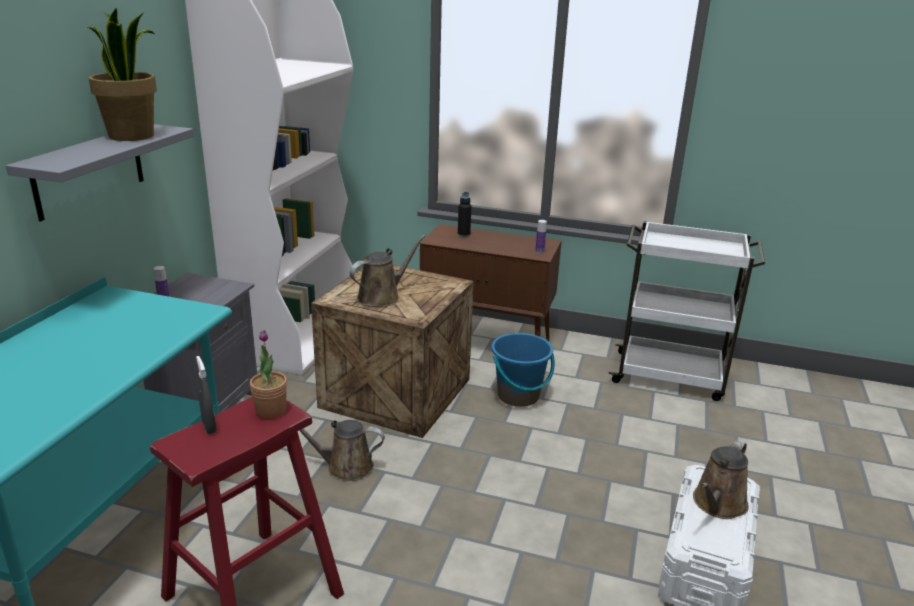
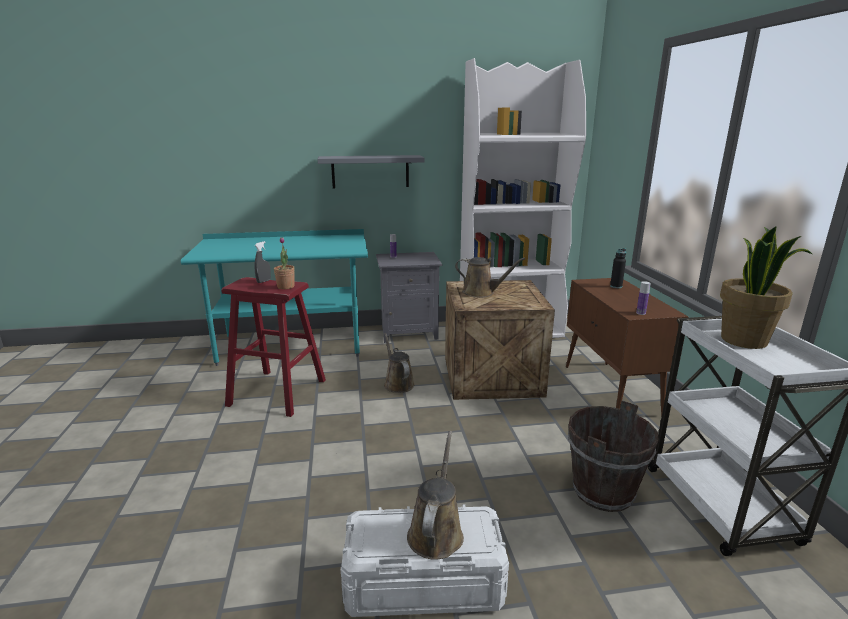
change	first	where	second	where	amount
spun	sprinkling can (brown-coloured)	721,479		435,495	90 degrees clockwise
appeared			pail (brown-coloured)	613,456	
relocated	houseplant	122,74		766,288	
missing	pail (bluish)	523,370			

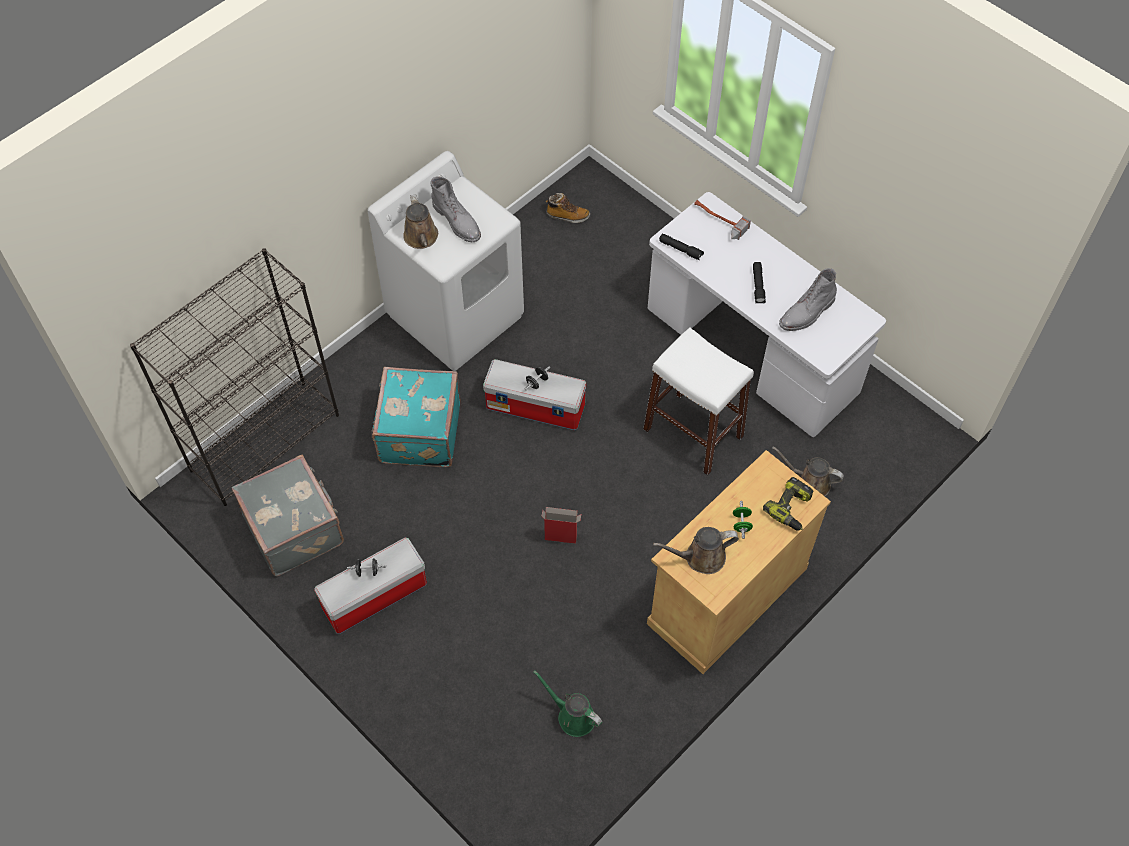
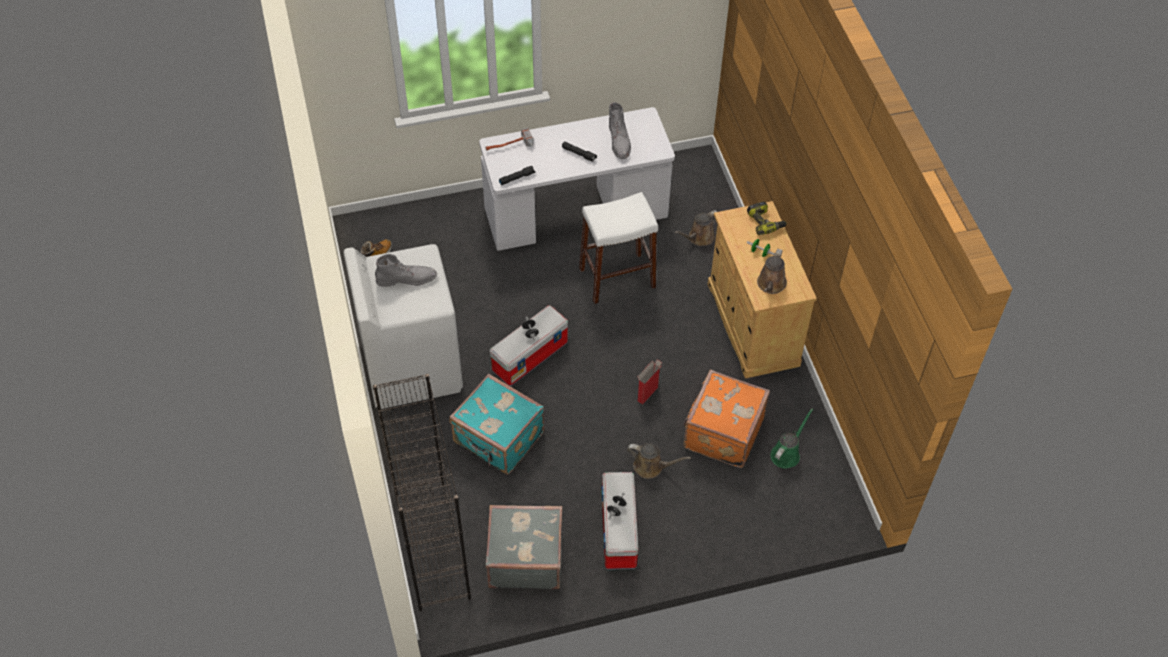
change	first	where	second	where	amount
relocated	sprinkling can (brown-coloured)	420,221		659,461	
appeared			suitcase (orange)	726,419	
spun	sprinkling can (green-coloured)	567,703		791,438	150 degrees clockwise

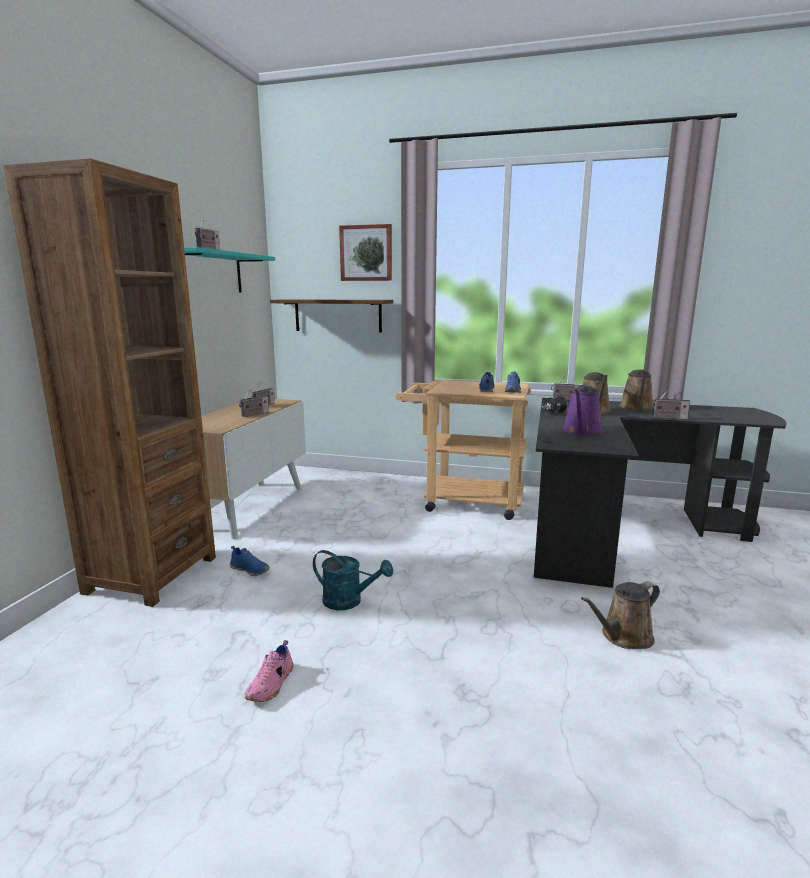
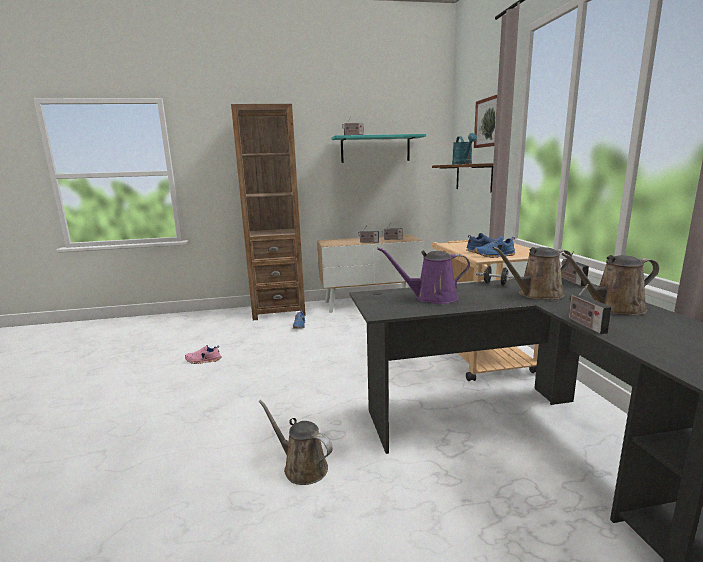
change	first	where	second	where	amount
relocated	sprinkling can (blue-green)	353,580		464,148	

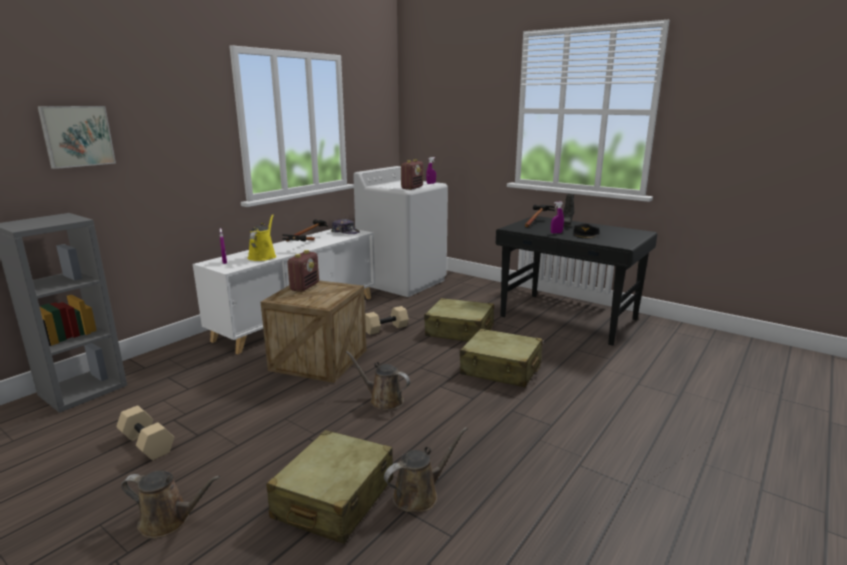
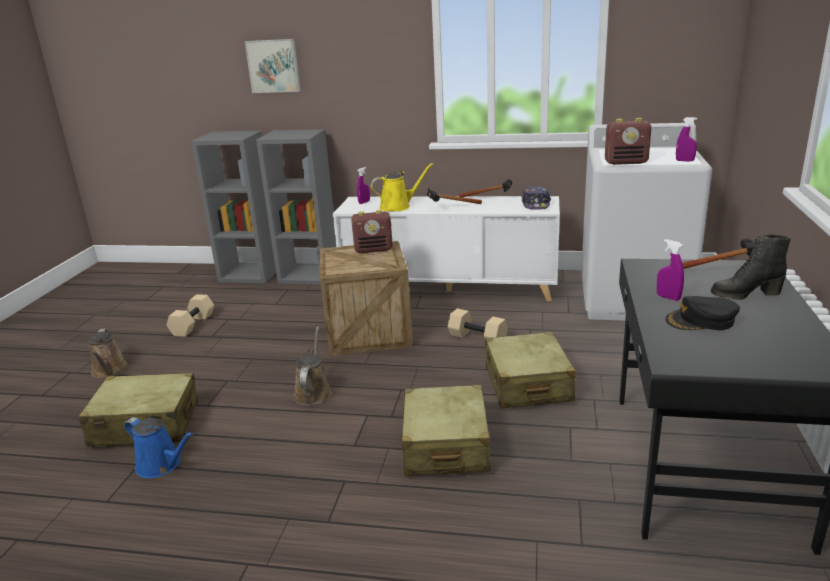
change	first	where	second	where	amount
colour	sprinkling can (brown-coloured)	426,469	sprinkling can (bluish)	158,447	
appeared			bookcase (greyish)	296,207	

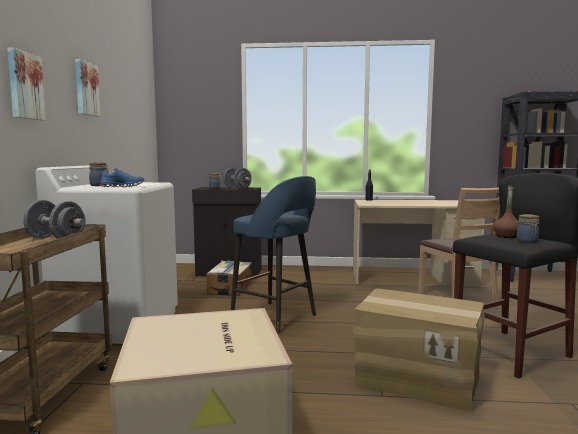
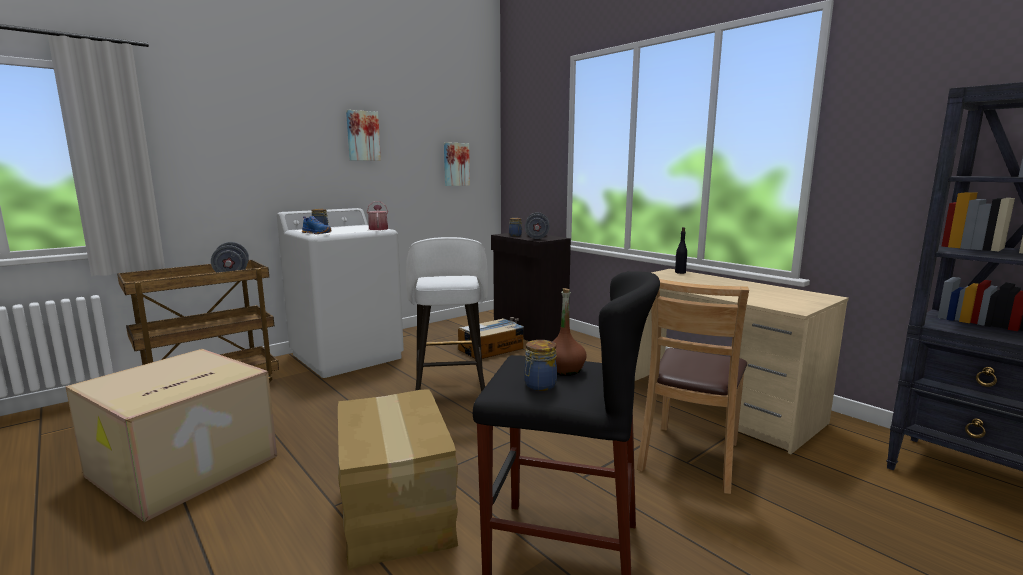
change	first	where	second	where	amount
appeared			sprinkling can	377,215	
colour	stool seat (bluish)	273,255	stool seat (white-coloured)	447,314	
relocated	picture	26,84		457,164	

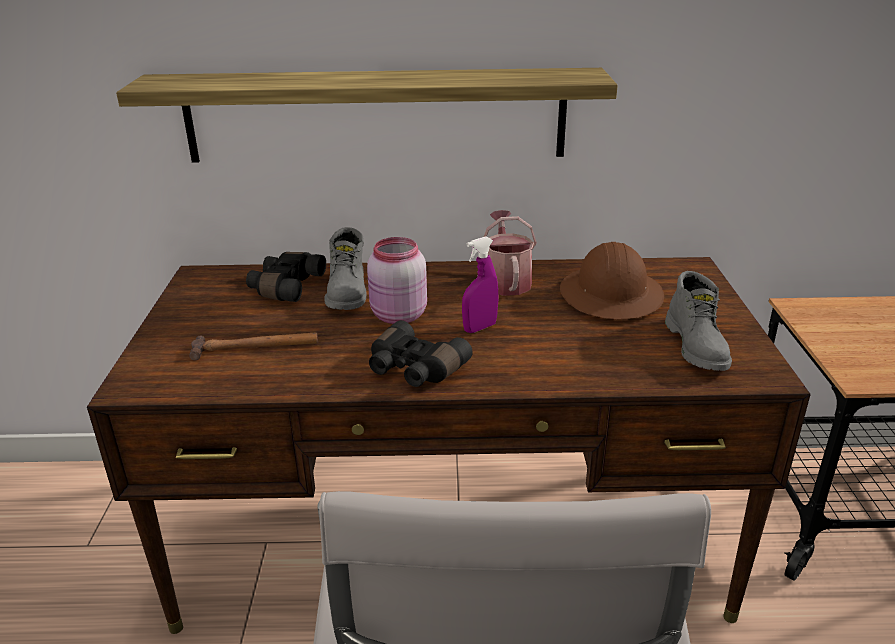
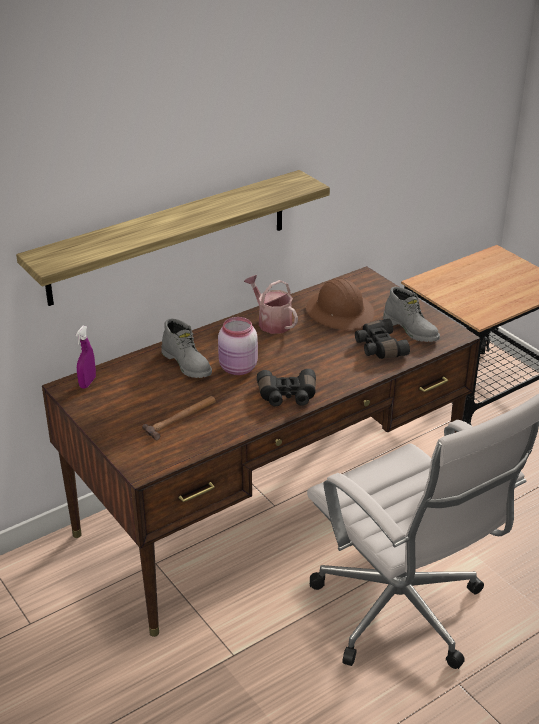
change	first	where	second	where	amount
relocated	spray bottle (purple-coloured)	480,284		85,357	
relocated	pair of binoculars (black)	286,277		382,339	

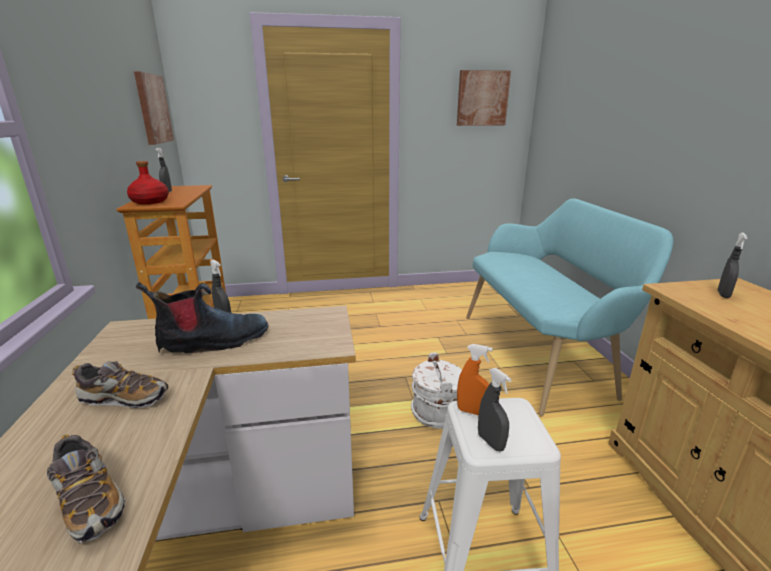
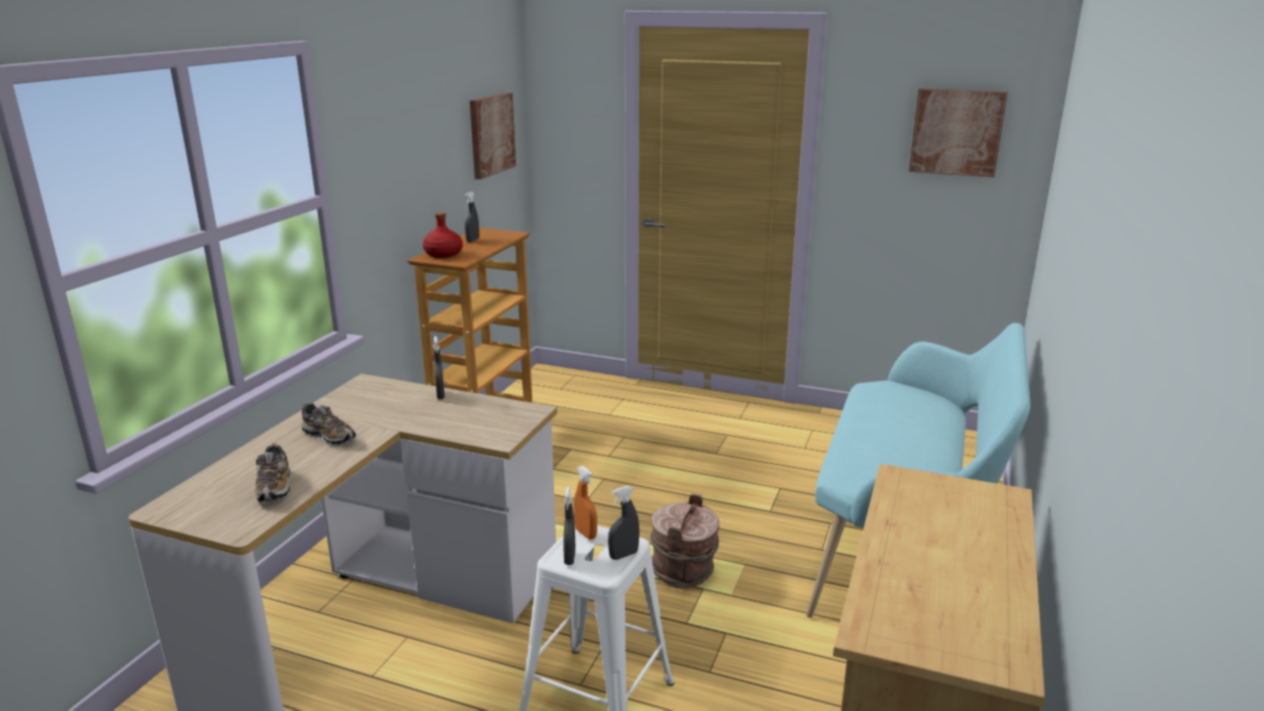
change	first	where	second	where	amount
relocated	spray bottle (greyish)	733,265		624,523	
colour	pail (white-coloured)	436,390	pail (brown-coloured)	685,540	
missing	high-top boot	202,317			

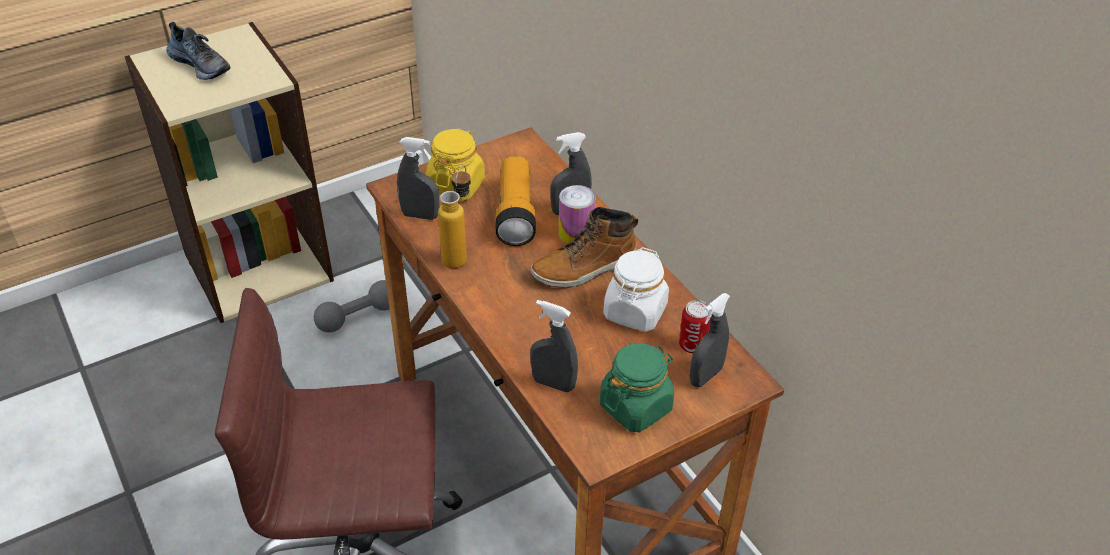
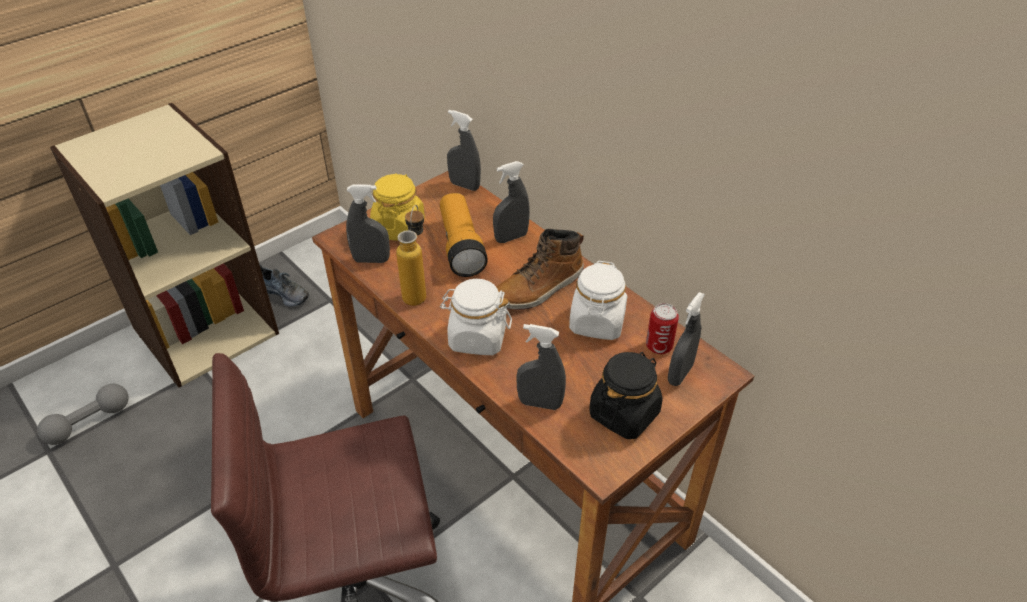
change	first	where	second	where	amount
relocated	free weight (greyish)	351,306		83,414	
relocated	low shoe	198,51		284,286	
appeared			preserve jar (white-coloured)	476,317	
appeared			spray bottle (greyish)	464,150	
colour	preserve jar (green-coloured)	637,387	preserve jar (black)	626,395	
missing	can	577,214			

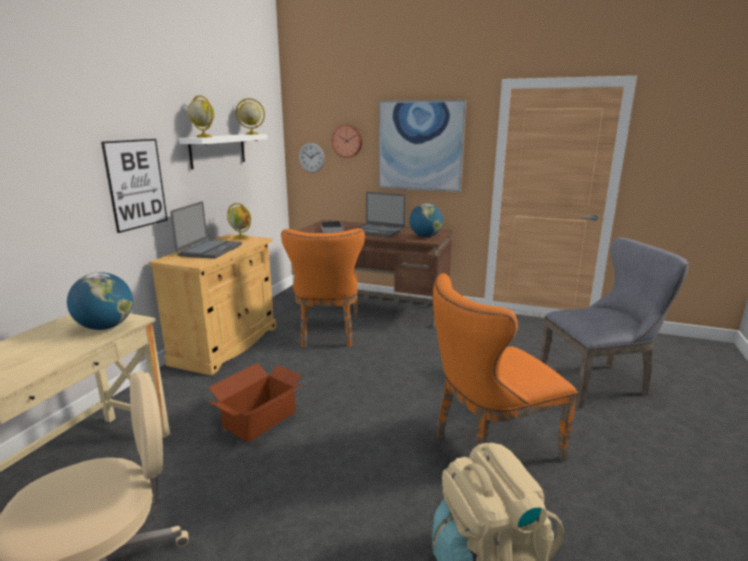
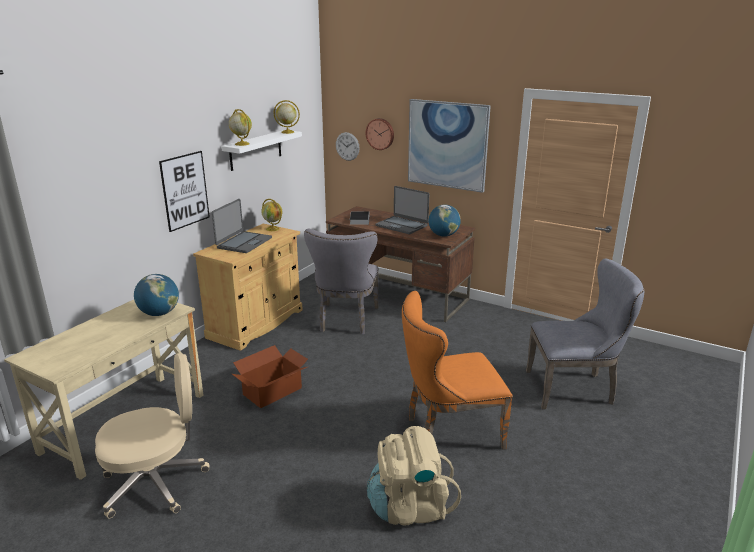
change	first	where	second	where	amount
colour	plain chair (orange)	323,288	plain chair (greyish)	341,282	

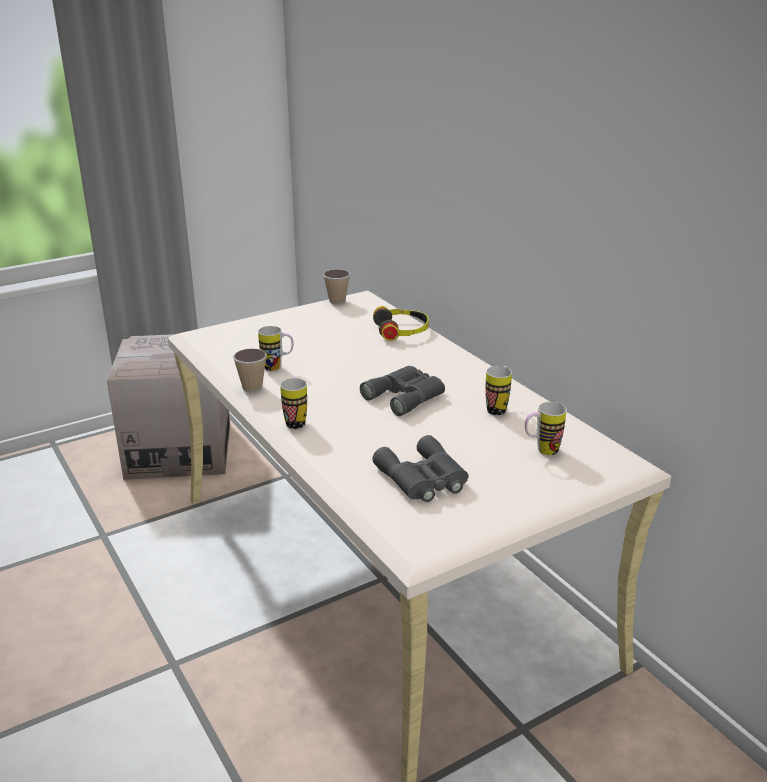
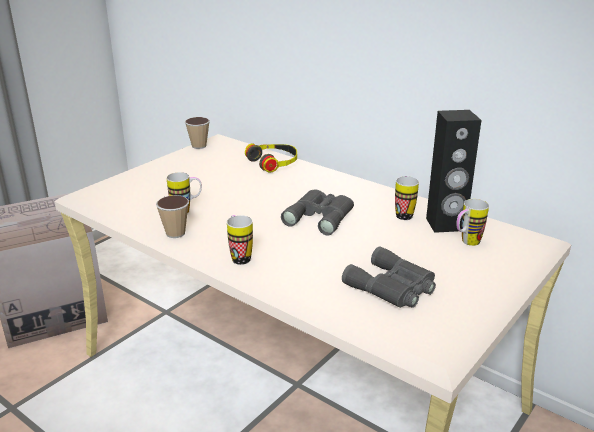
change	first	where	second	where	amount
appeared			speaker (black)	453,171	

